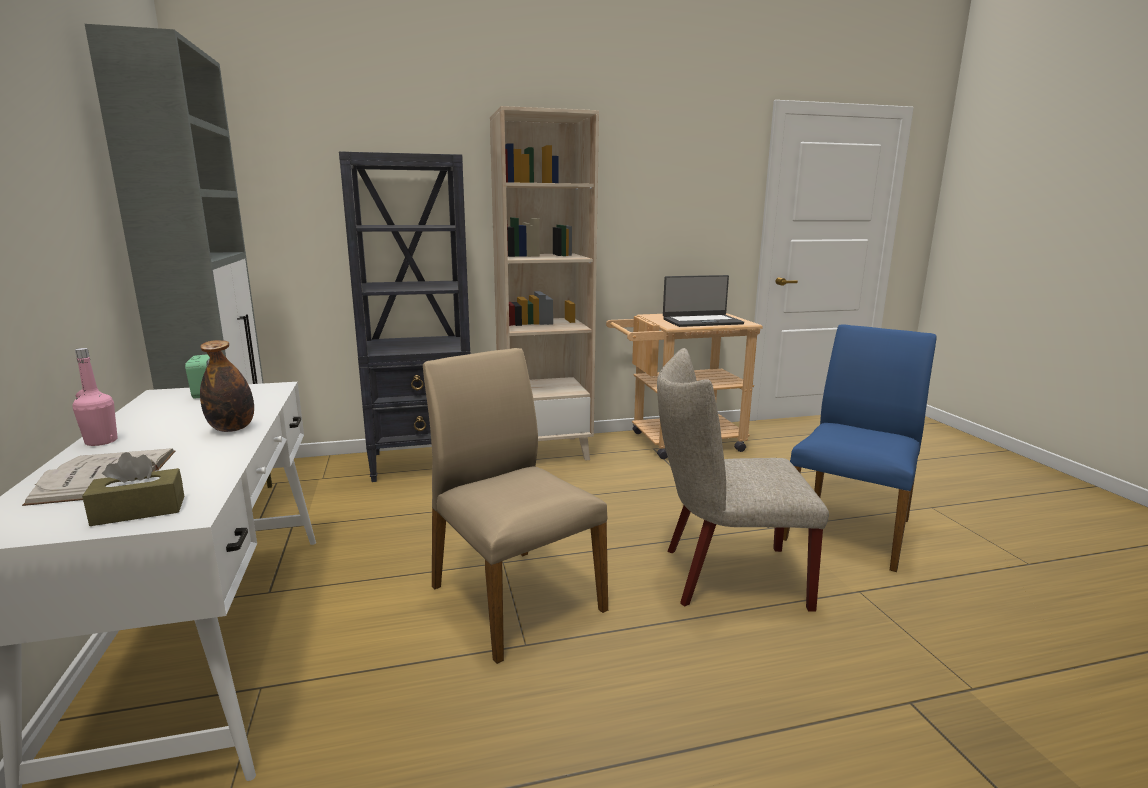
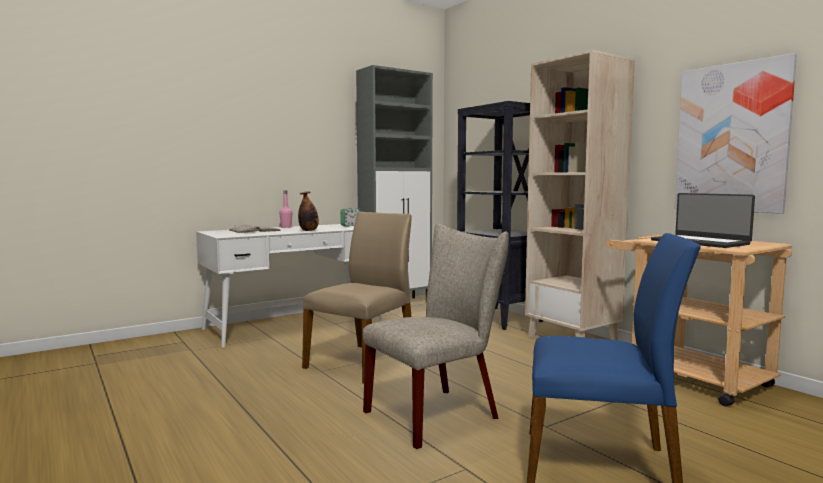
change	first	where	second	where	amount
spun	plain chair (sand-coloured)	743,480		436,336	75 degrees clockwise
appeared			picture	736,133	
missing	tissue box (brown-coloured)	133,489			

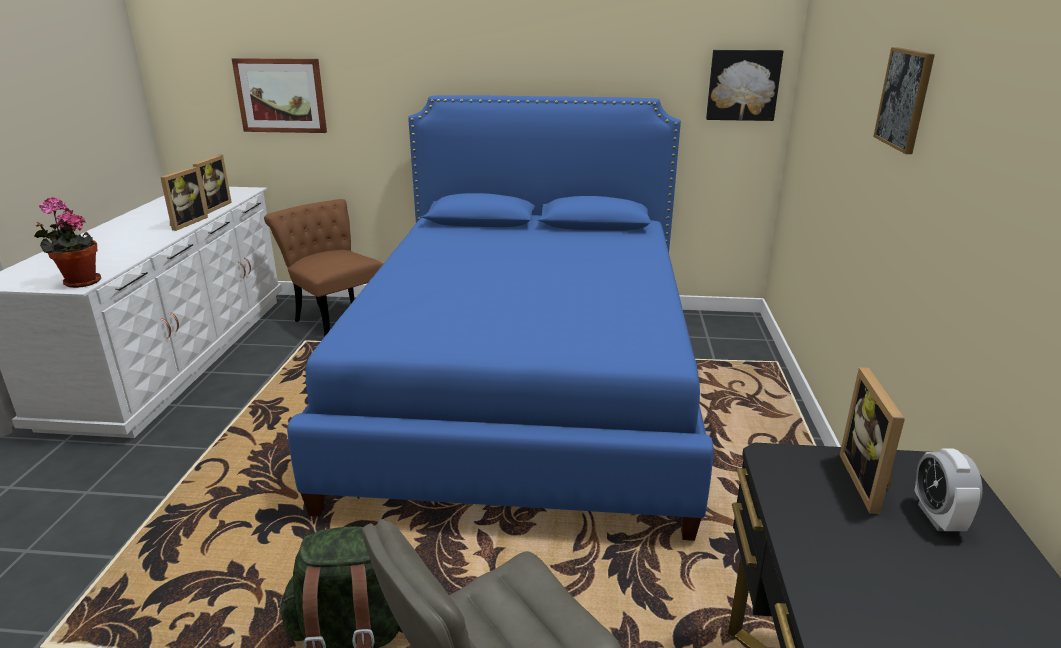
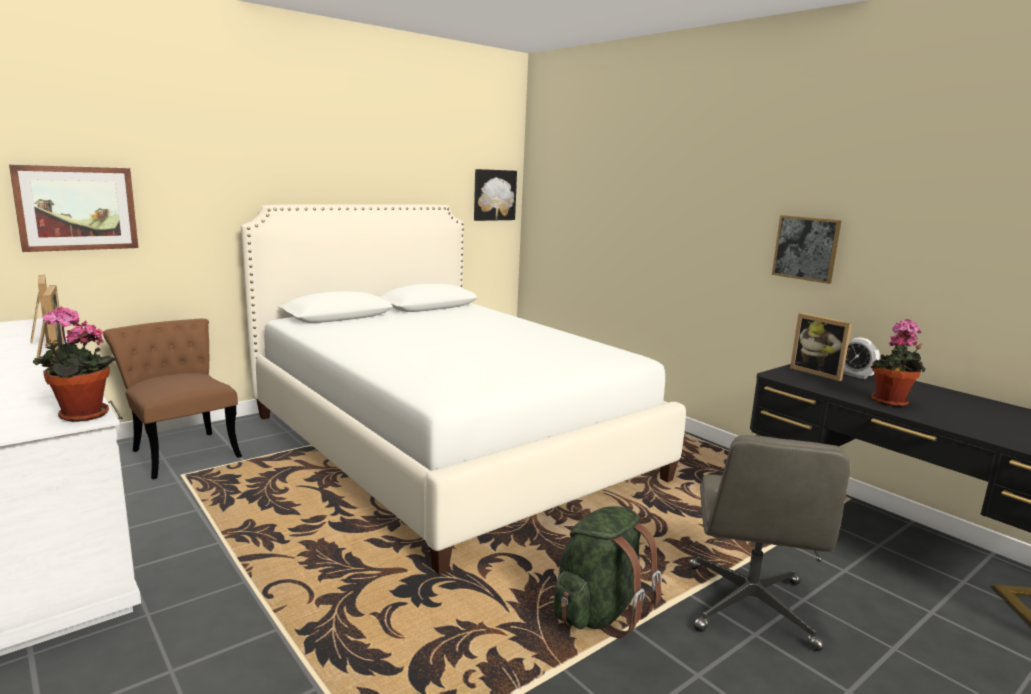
change	first	where	second	where	amount
spun	plain chair (brown-coloured)	323,268		172,399	45 degrees clockwise
colour	bed (bluish)	500,318	bed (white-coloured)	463,389	
relocated	picture	904,100		806,249	
appeared			houseplant	898,363	

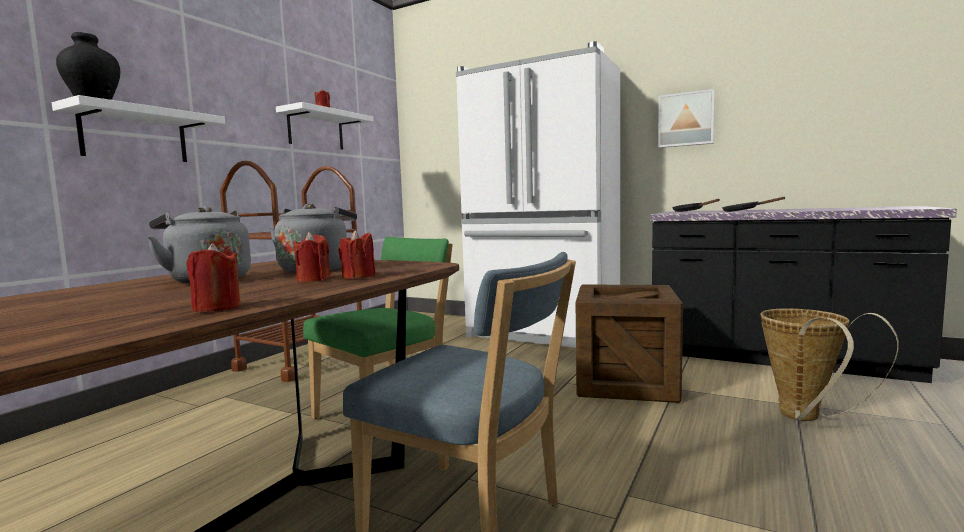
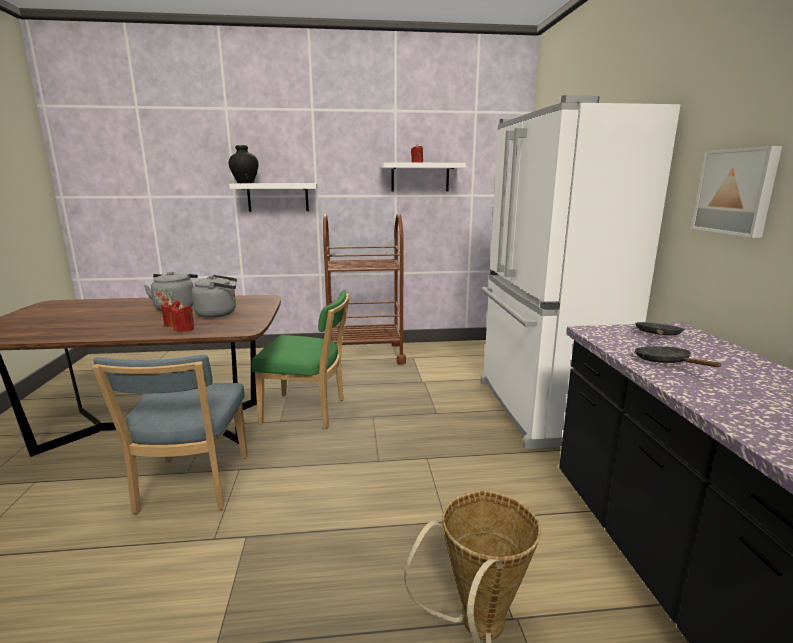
change	first	where	second	where	amount
missing	candle (red)	213,277			
missing	crate	629,343			

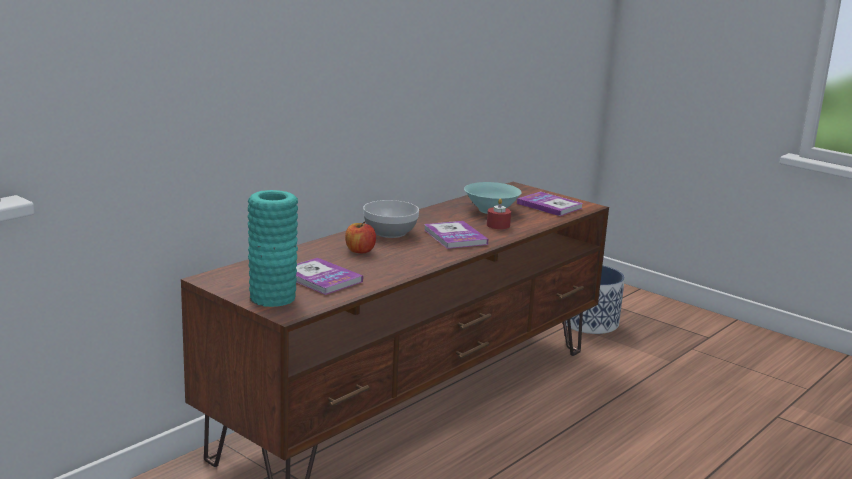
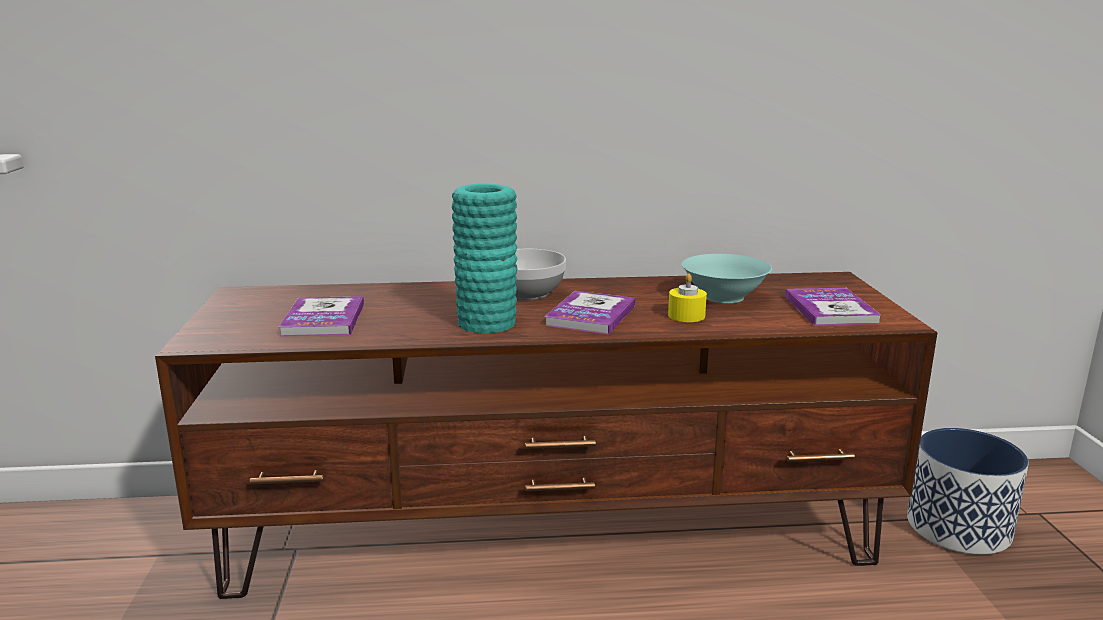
change	first	where	second	where	amount
relocated	vase (blue-green)	273,248		484,258	
colour	candle (red)	499,213	candle (yellow-coloured)	687,297	
missing	apple fruit	360,237			

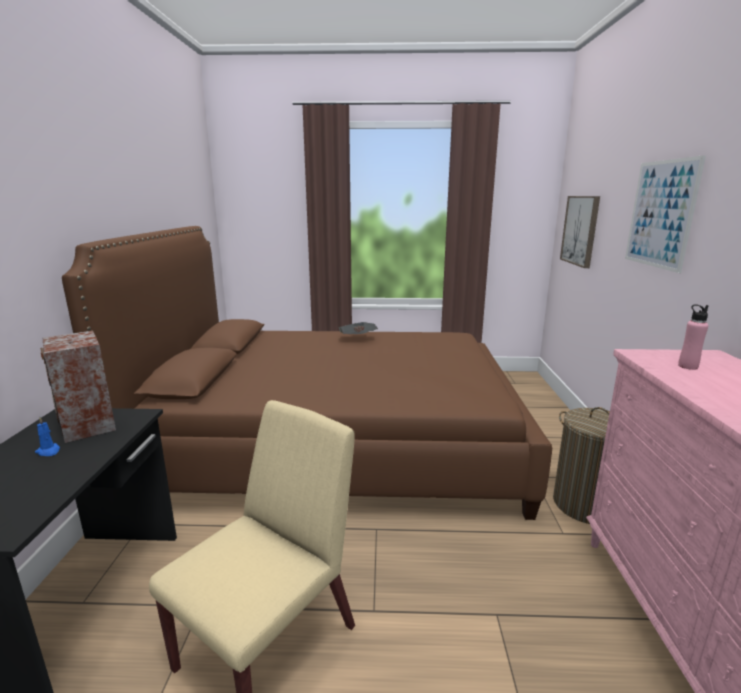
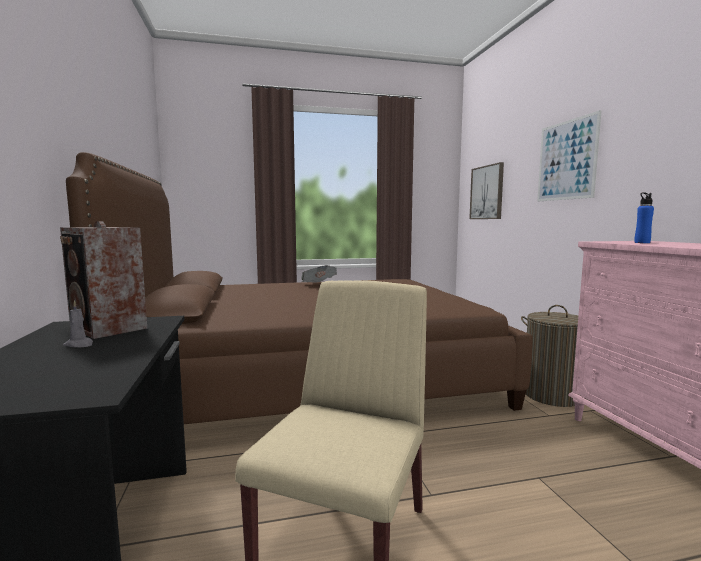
change	first	where	second	where	amount
colour	candle (bluish)	47,436	candle (greyish)	78,324	
colour	beverage bottle (pink)	693,337	beverage bottle (bluish)	644,218	

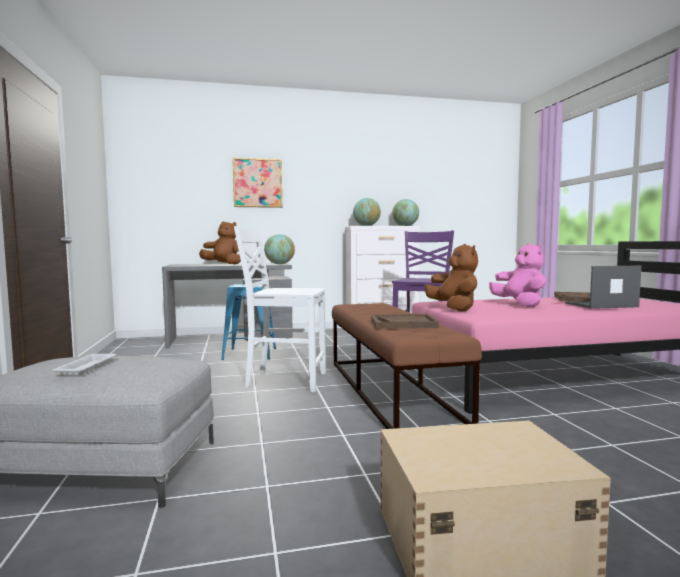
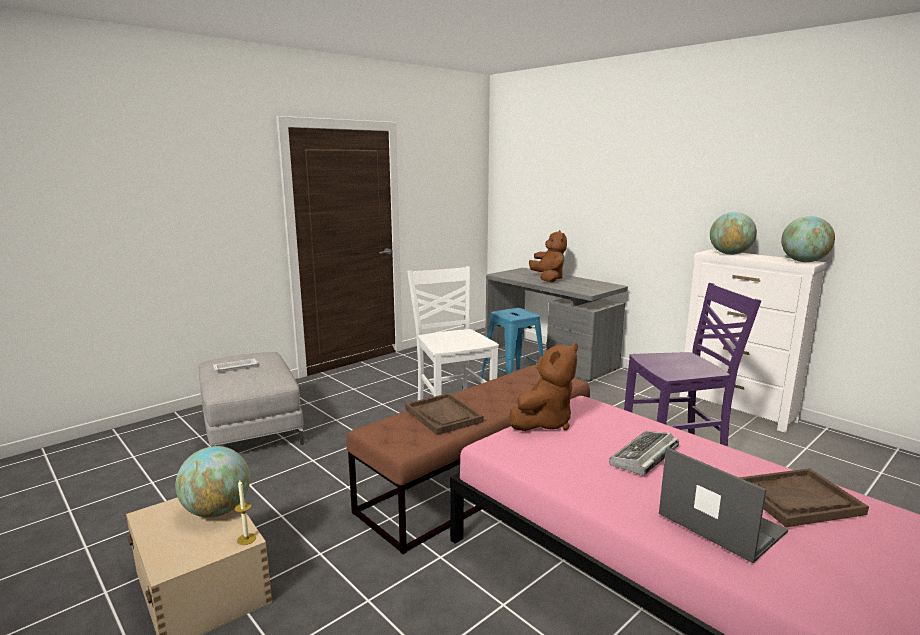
change	first	where	second	where	amount
relocated	world globe	279,249		212,482	
appeared			candle	245,512	
exchanged	cuddly toy (pink)	517,275	keyboard	644,453	
missing	picture	257,183			

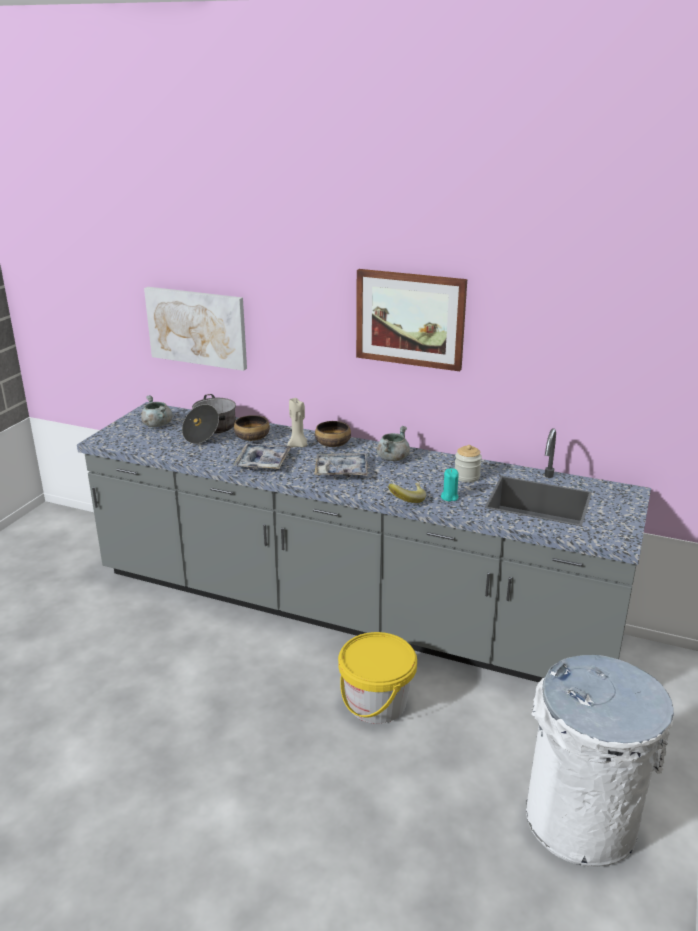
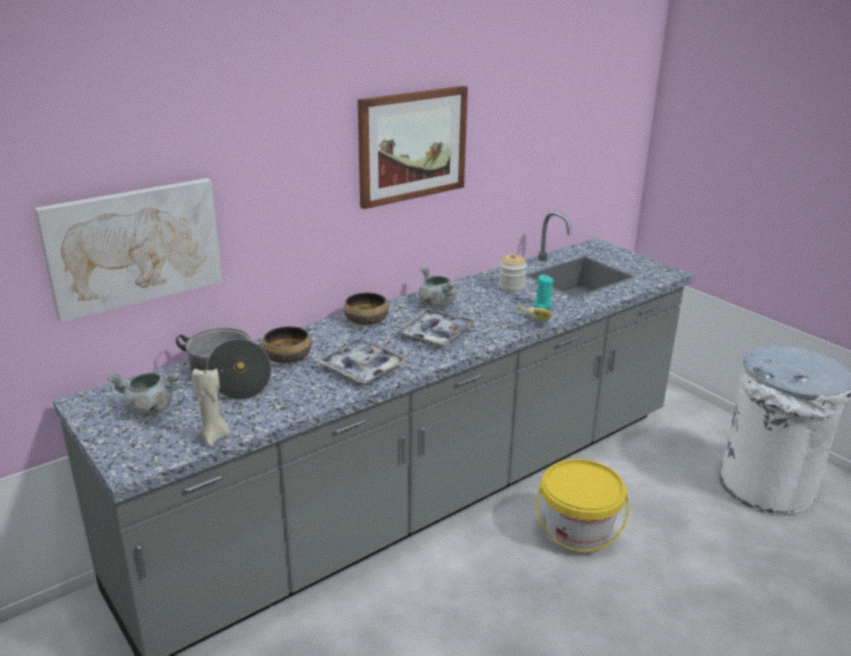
change	first	where	second	where	amount
relocated	candle (sand-coloured)	297,422		211,407	

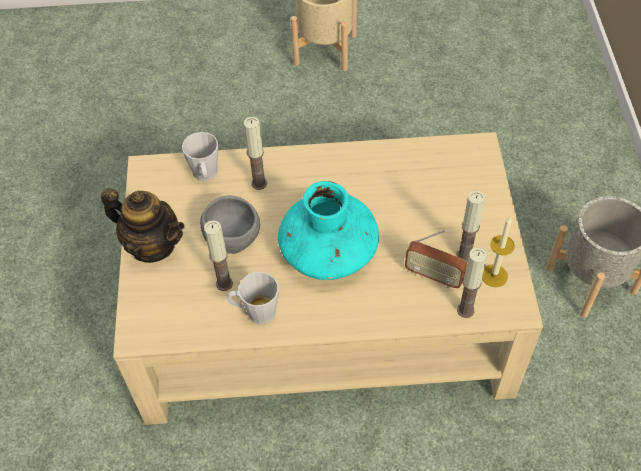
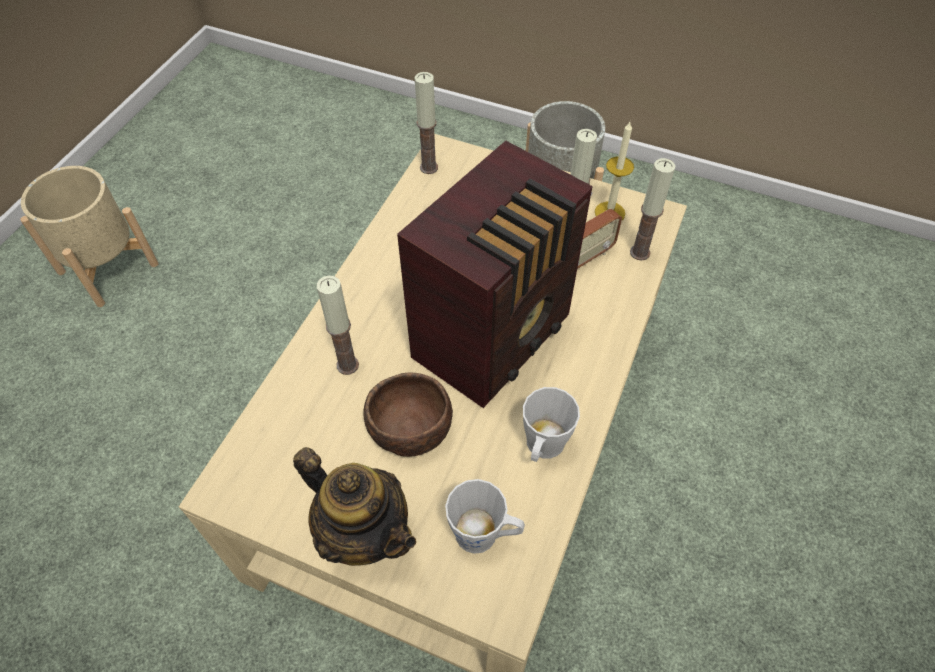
change	first	where	second	where	amount
spun	teapot	143,225		354,506	75 degrees clockwise
colour	serving bowl (greyish)	230,224	serving bowl (brown-coloured)	408,415	
exchanged	vase (blue-green)	328,230	radio receiver	495,274	
relocated	candle	218,255		426,123	
relocated	tea mug (greyish)	200,156		485,516	

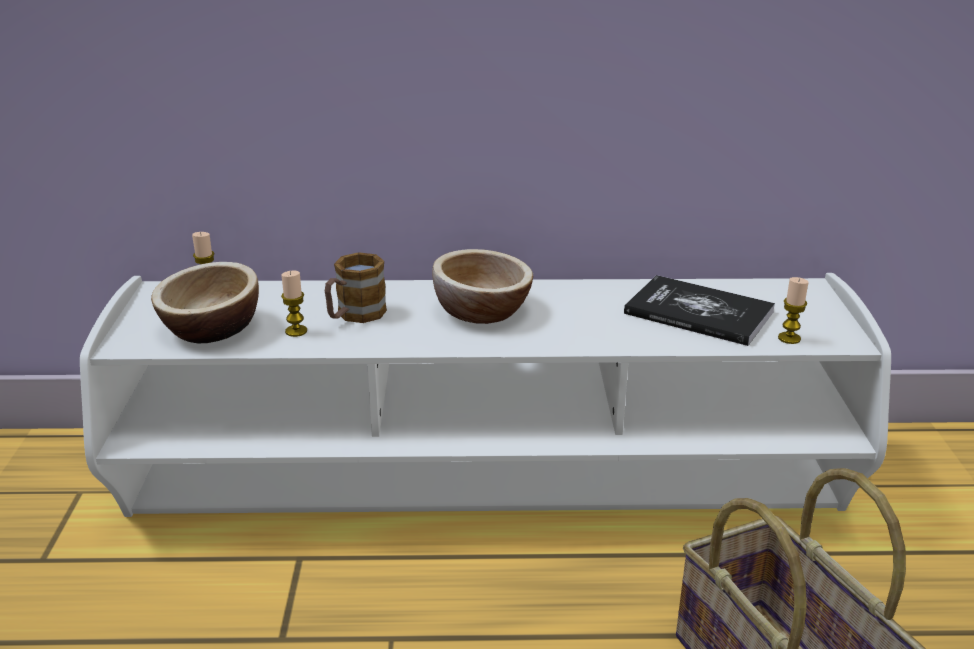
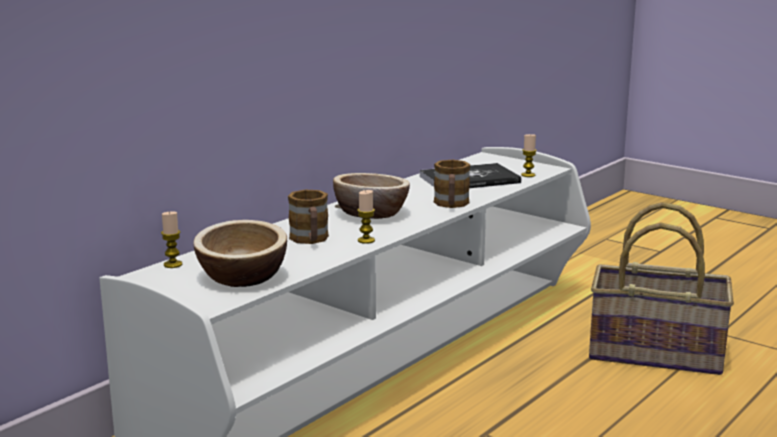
change	first	where	second	where	amount
relocated	candle	294,304		366,217	
appeared			tea mug	452,184	

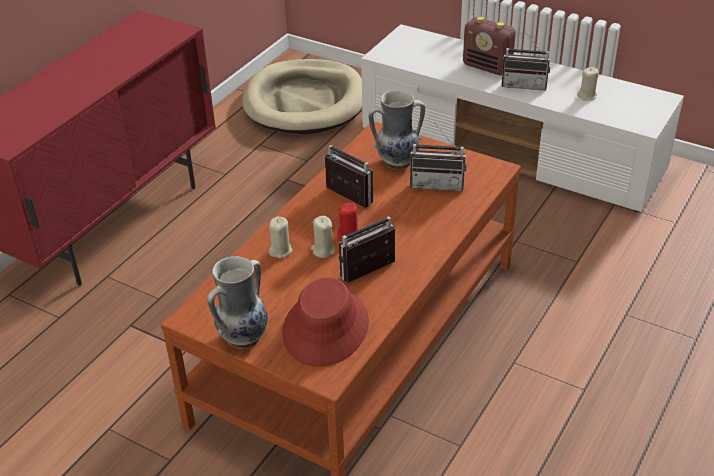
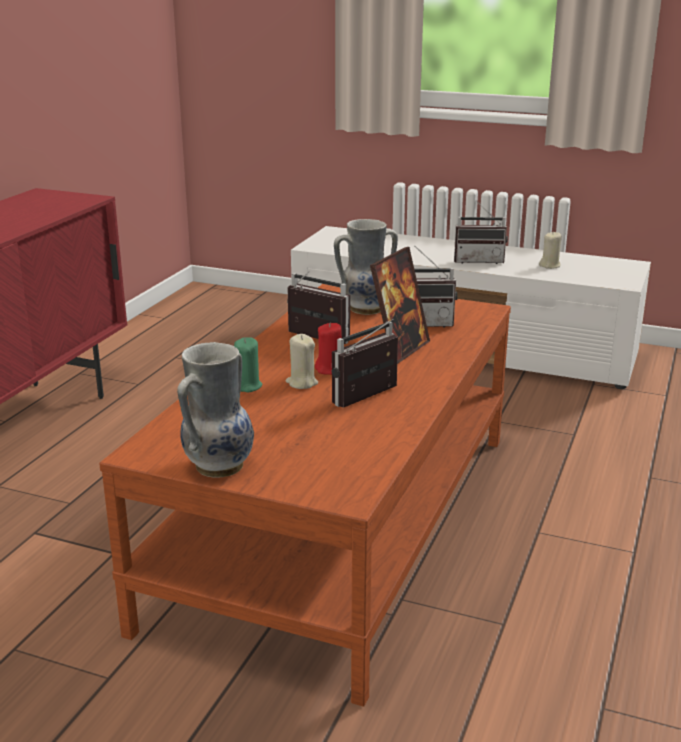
change	first	where	second	where	amount
colour	candle (sand-coloured)	280,237	candle (green-coloured)	248,364	
appeared			photo frame	400,305	
missing	dog cushion (sand-coloured)	302,96			
missing	hat (red)	325,322			
missing	radio receiver	489,46			

